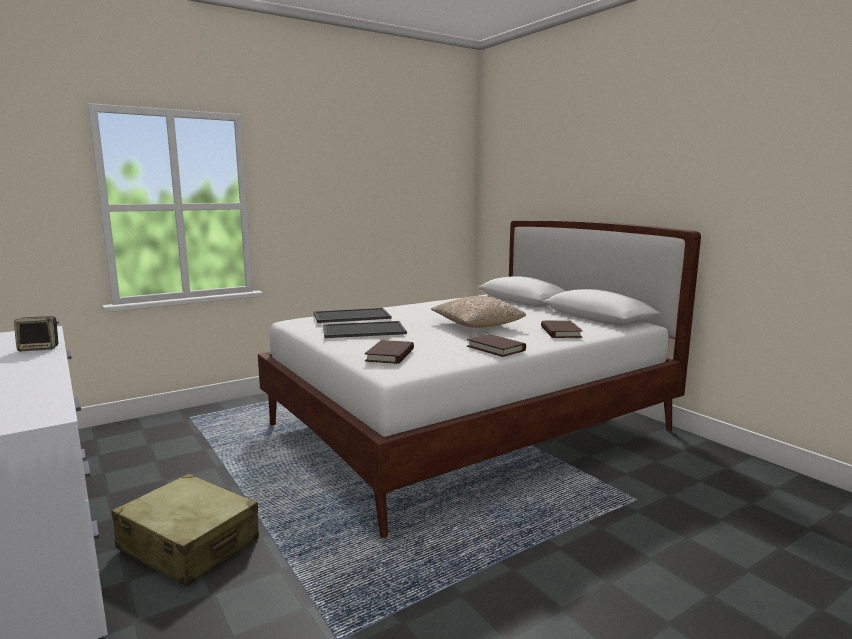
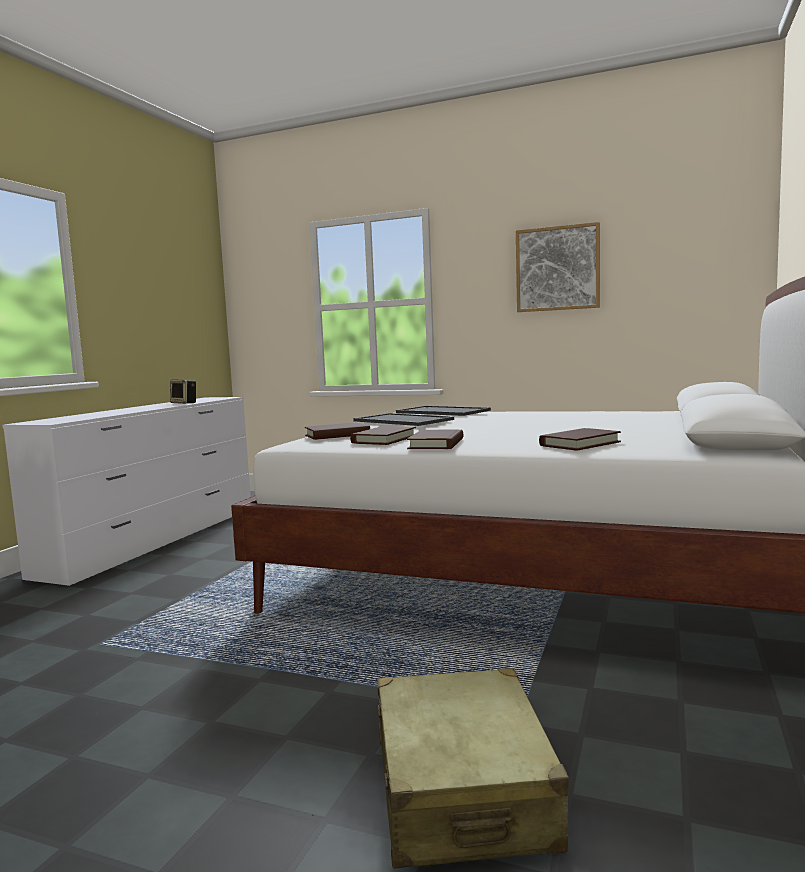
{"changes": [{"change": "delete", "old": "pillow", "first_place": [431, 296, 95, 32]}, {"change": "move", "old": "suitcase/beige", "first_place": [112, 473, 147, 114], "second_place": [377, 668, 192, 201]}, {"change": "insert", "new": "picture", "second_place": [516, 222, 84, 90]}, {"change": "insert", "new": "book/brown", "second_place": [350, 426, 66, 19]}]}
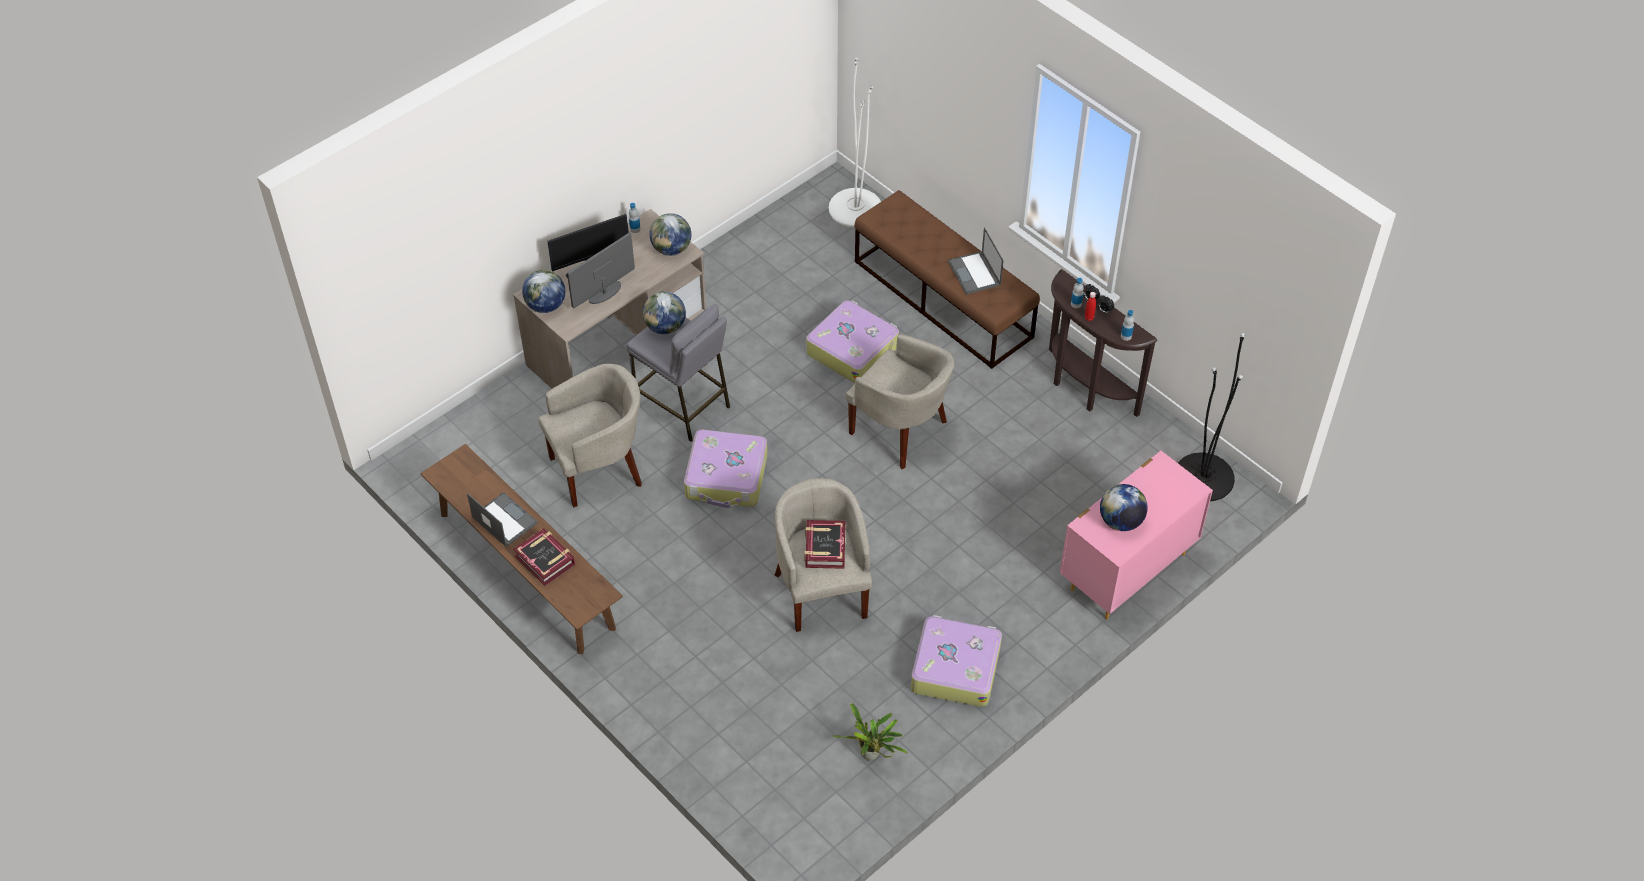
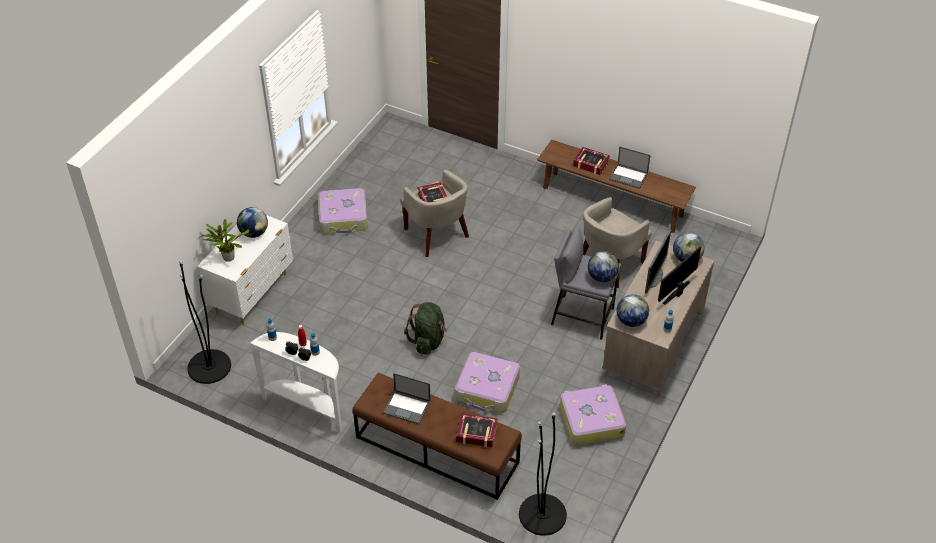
{"changes": [{"change": "recolor", "old": "floor lamp/white", "new": "floor lamp/black", "first_place": [829, 57, 52, 170], "second_place": [519, 413, 48, 123]}, {"change": "rotate", "old": "laptop", "first_place": [948, 228, 56, 67], "second_place": [383, 373, 48, 51], "degrees": 150}, {"change": "recolor", "old": "console table/brown", "new": "console table/white", "first_place": [1049, 269, 109, 148], "second_place": [249, 332, 93, 101]}, {"change": "replace", "old": "armchair/beige", "new": "backpack/green", "first_place": [845, 334, 109, 135], "second_place": [404, 302, 43, 53]}, {"change": "move", "old": "suitcase", "first_place": [684, 429, 83, 79], "second_place": [560, 384, 66, 62]}, {"change": "recolor", "old": "dresser/pink", "new": "dresser/white", "first_place": [1060, 451, 153, 169], "second_place": [197, 215, 96, 110]}, {"change": "move", "old": "potted plant", "first_place": [833, 703, 75, 57], "second_place": [199, 219, 50, 43]}, {"change": "insert", "new": "book", "second_place": [456, 413, 41, 34]}]}
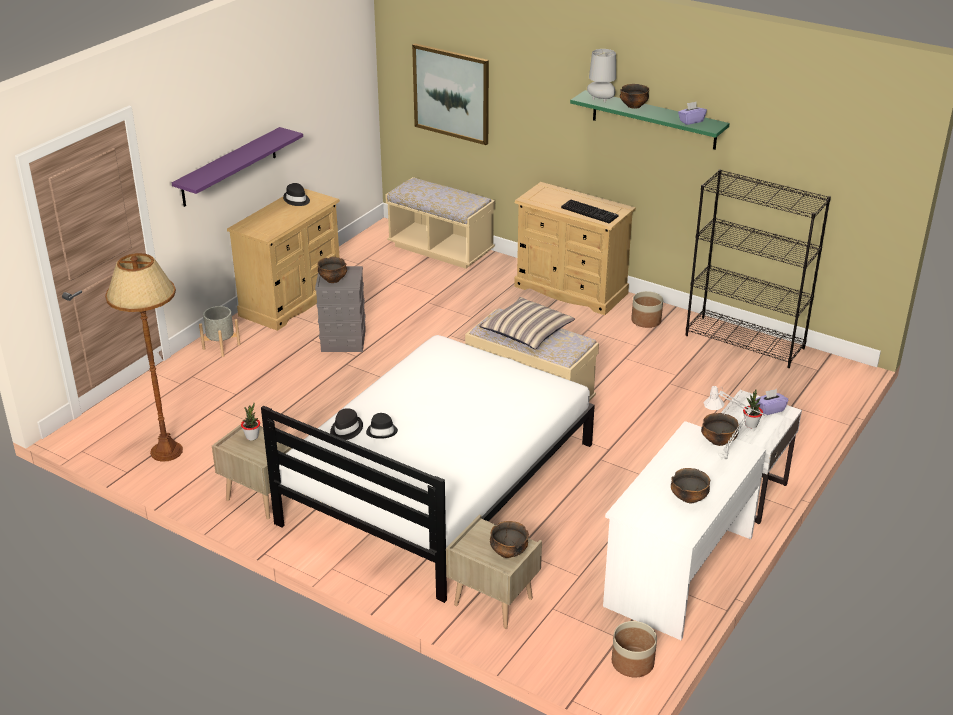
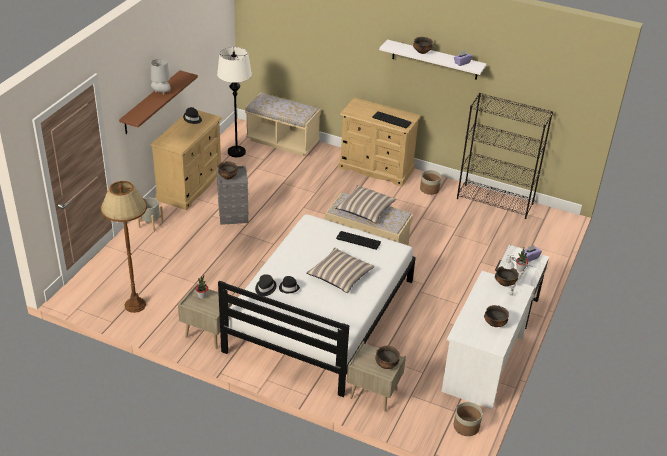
{"changes": [{"change": "delete", "old": "picture", "first_place": [412, 44, 77, 101]}, {"change": "move", "old": "table lamp/grey", "first_place": [587, 49, 29, 53], "second_place": [151, 59, 19, 36]}, {"change": "recolor", "old": "shelf/green", "new": "shelf/white", "first_place": [570, 90, 160, 59], "second_place": [379, 40, 108, 40]}, {"change": "recolor", "old": "shelf/purple", "new": "shelf/brown", "first_place": [172, 127, 131, 80], "second_place": [119, 70, 79, 64]}, {"change": "insert", "new": "floor lamp/white", "second_place": [217, 47, 35, 110]}, {"change": "insert", "new": "keyboard", "second_place": [336, 231, 45, 19]}, {"change": "insert", "new": "pillow", "second_place": [306, 248, 68, 45]}]}
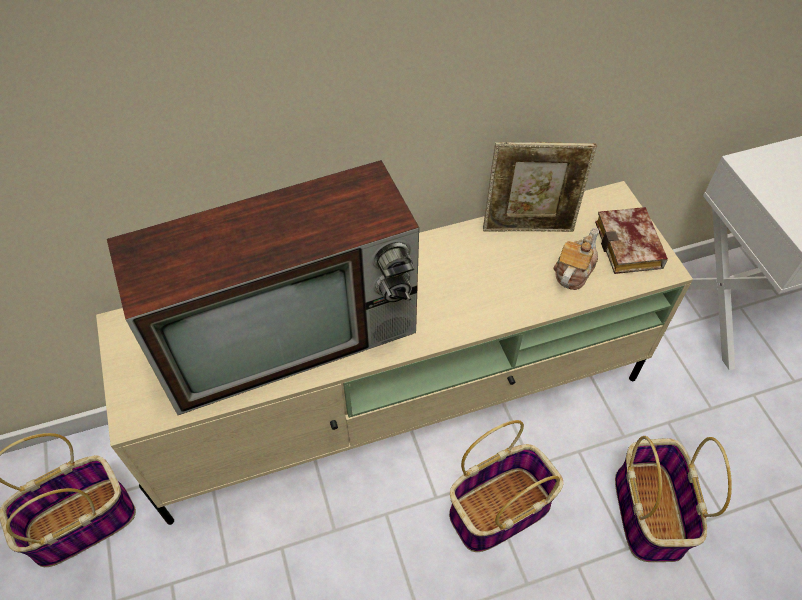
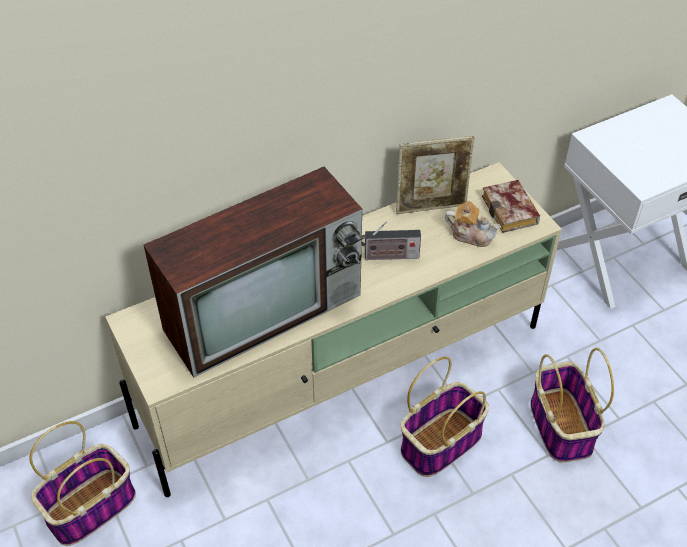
{"changes": [{"change": "rotate", "old": "teapot", "first_place": [553, 228, 46, 62], "second_place": [445, 201, 56, 46], "degrees": 90}, {"change": "insert", "new": "radio", "second_place": [362, 222, 59, 38]}]}
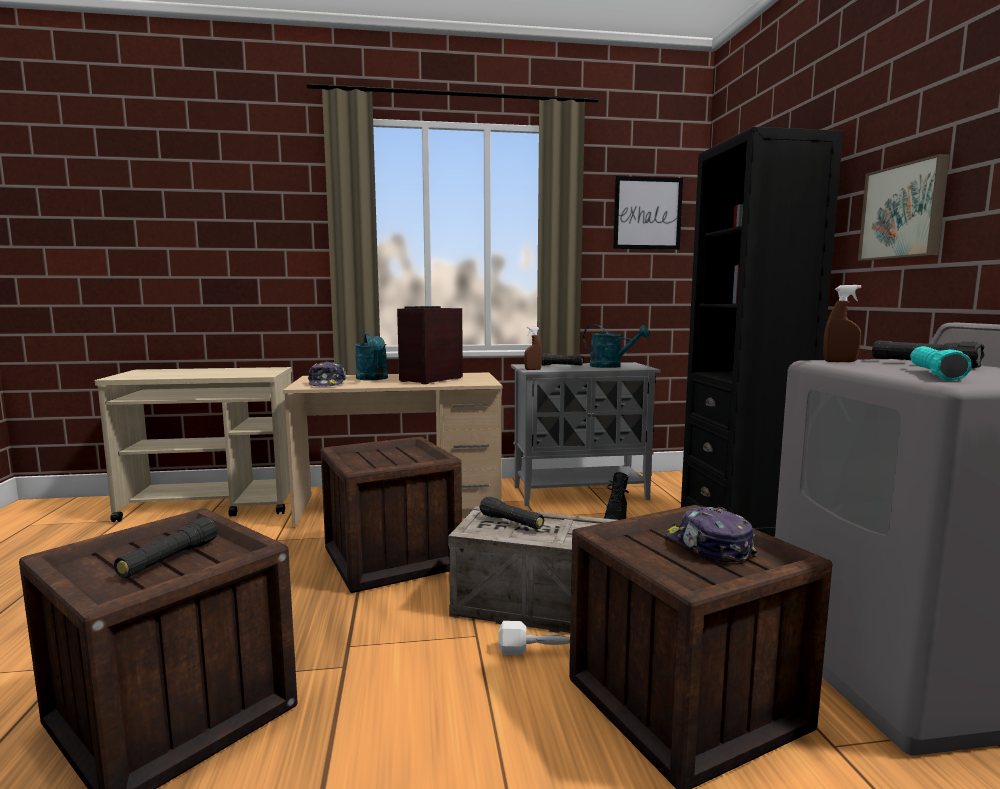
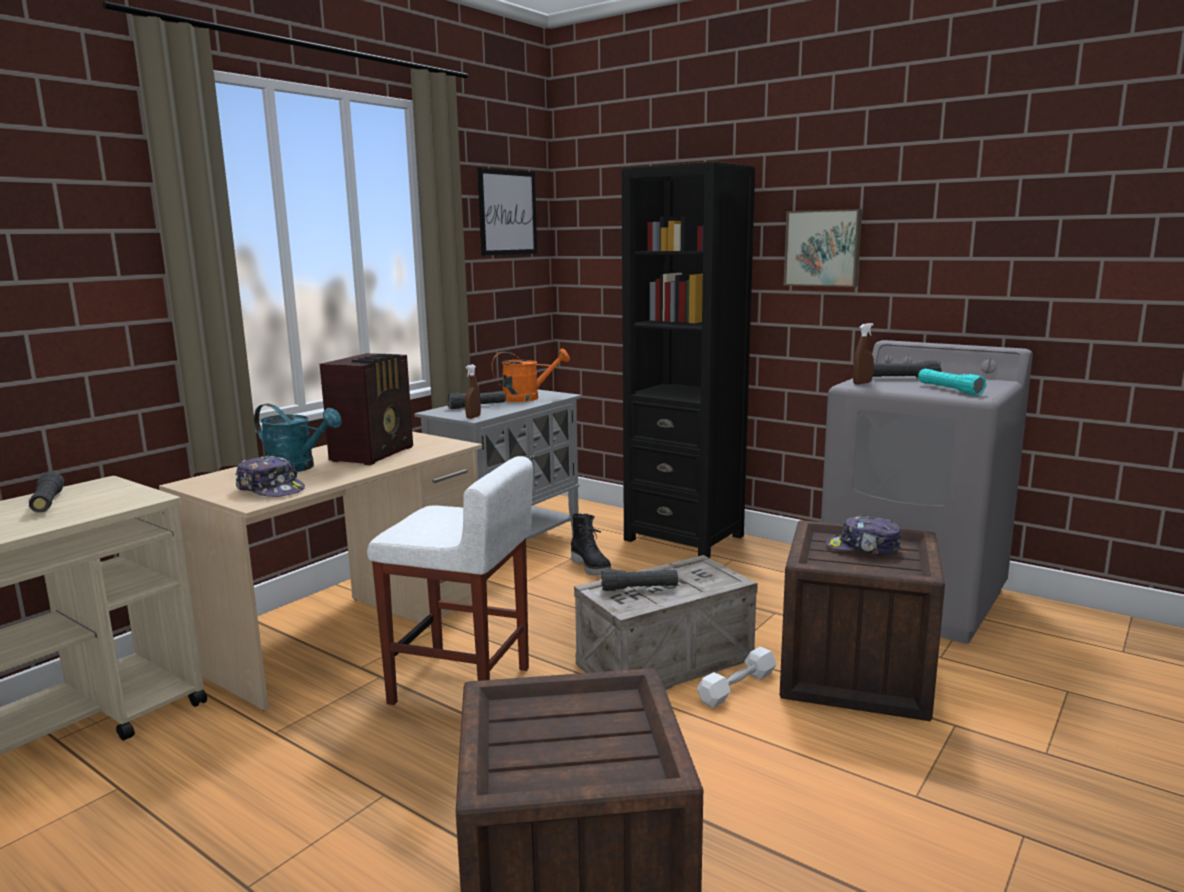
{"changes": [{"change": "rotate", "old": "radio", "first_place": [397, 306, 66, 78], "second_place": [320, 353, 93, 112], "degrees": -150}, {"change": "recolor", "old": "watering can/turquoise", "new": "watering can/orange", "first_place": [583, 324, 67, 44], "second_place": [492, 348, 78, 54]}, {"change": "replace", "old": "crate", "new": "stool/white", "first_place": [321, 437, 141, 156], "second_place": [367, 456, 166, 249]}, {"change": "move", "old": "flashlight/black", "first_place": [114, 517, 104, 61], "second_place": [29, 471, 35, 41]}]}
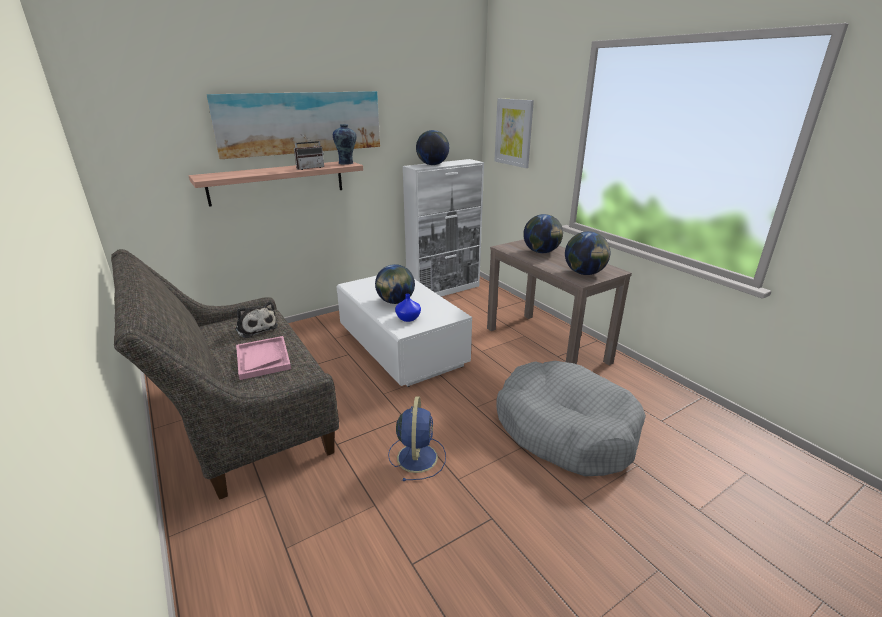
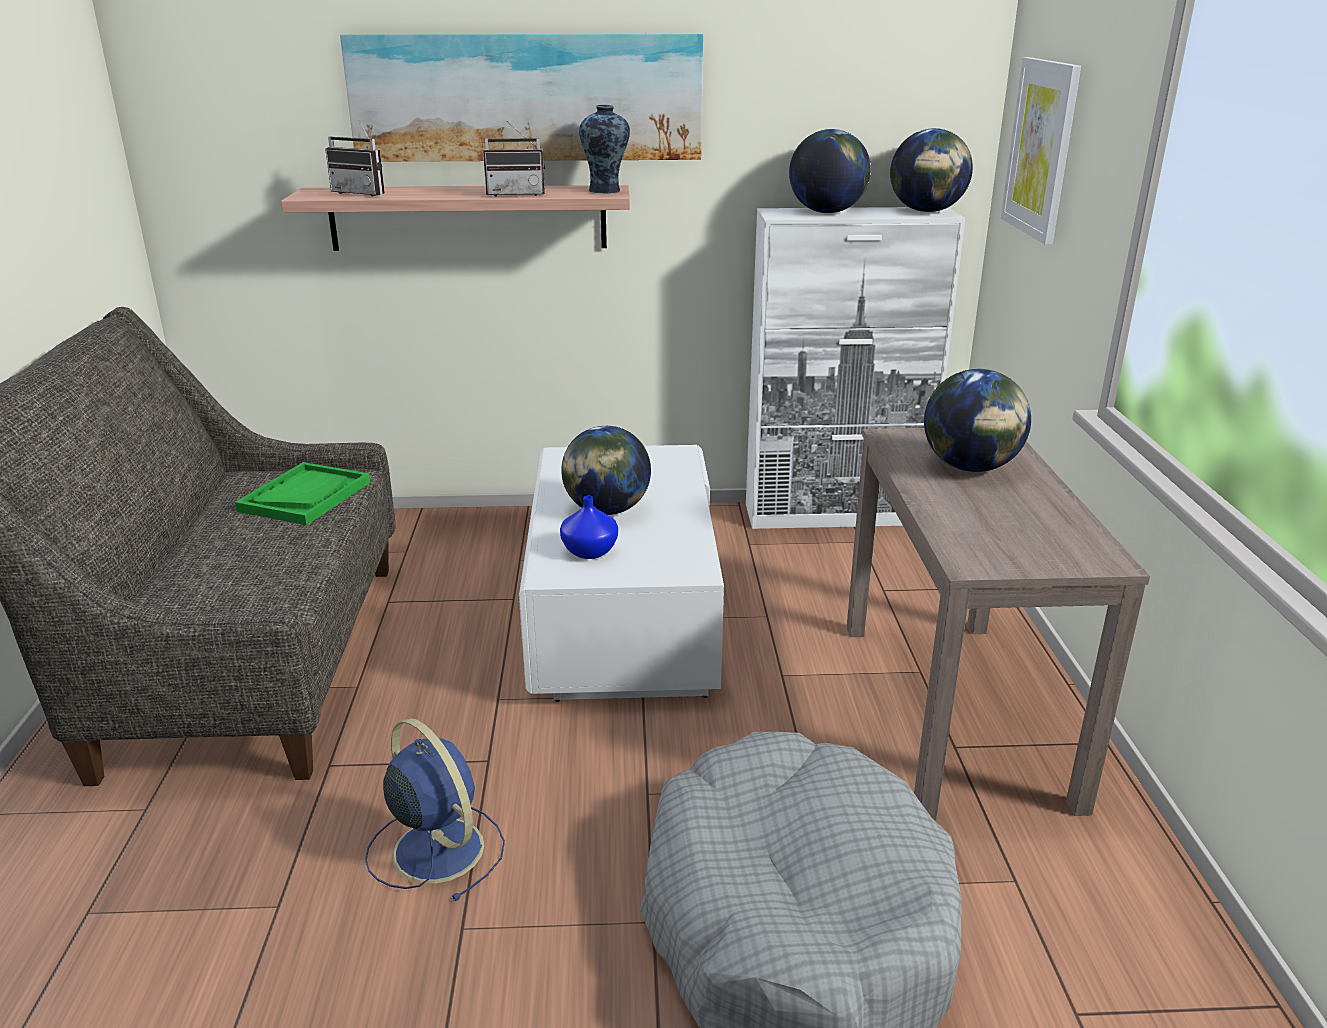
{"changes": [{"change": "move", "old": "globe", "first_place": [565, 231, 45, 44], "second_place": [890, 128, 83, 84]}, {"change": "replace", "old": "plush toy", "new": "tray/green", "first_place": [235, 302, 43, 36], "second_place": [235, 462, 135, 63]}, {"change": "delete", "old": "tray/pink", "first_place": [236, 336, 55, 44]}, {"change": "rotate", "old": "fan/blue", "first_place": [388, 396, 58, 85], "second_place": [365, 718, 140, 183], "degrees": -75}, {"change": "insert", "new": "radio", "second_place": [325, 120, 60, 76]}]}
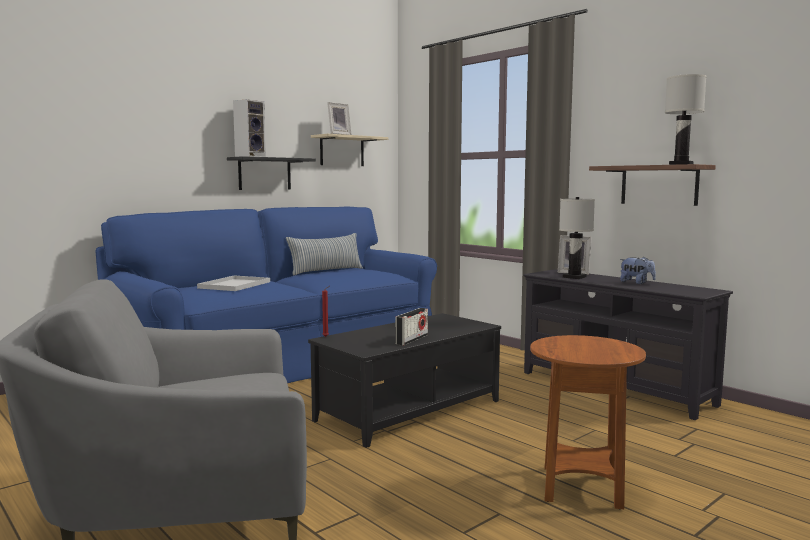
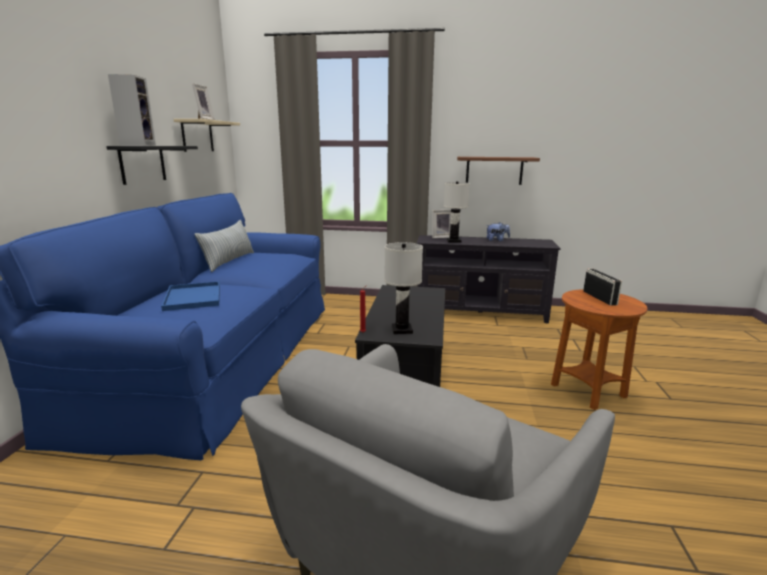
{"changes": [{"change": "move", "old": "table lamp/white", "first_place": [665, 74, 41, 91], "second_place": [384, 242, 39, 92]}, {"change": "recolor", "old": "tray/white", "new": "tray/blue", "first_place": [197, 275, 73, 16], "second_place": [161, 281, 59, 30]}, {"change": "move", "old": "radio", "first_place": [395, 308, 33, 38], "second_place": [583, 269, 39, 37]}]}
